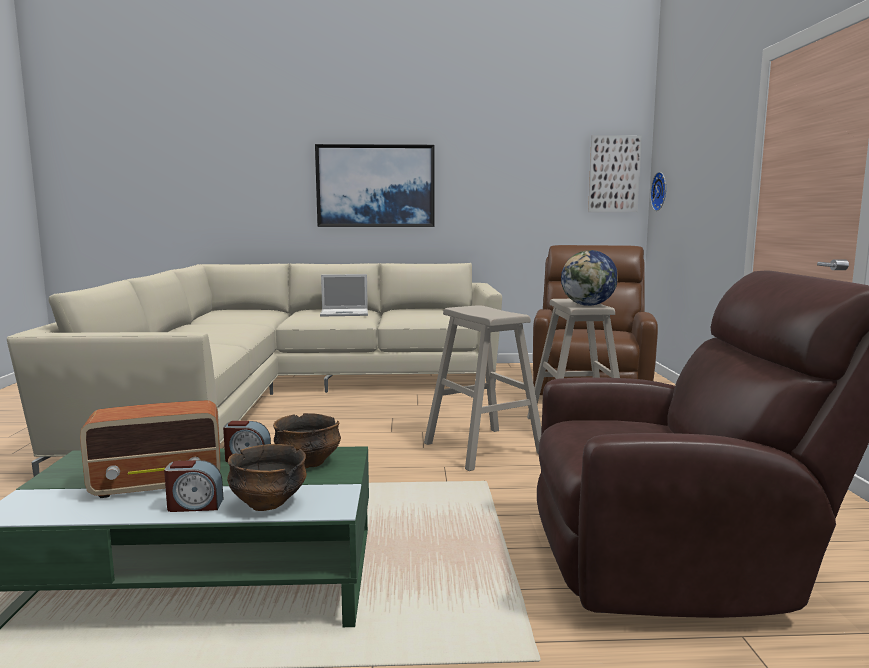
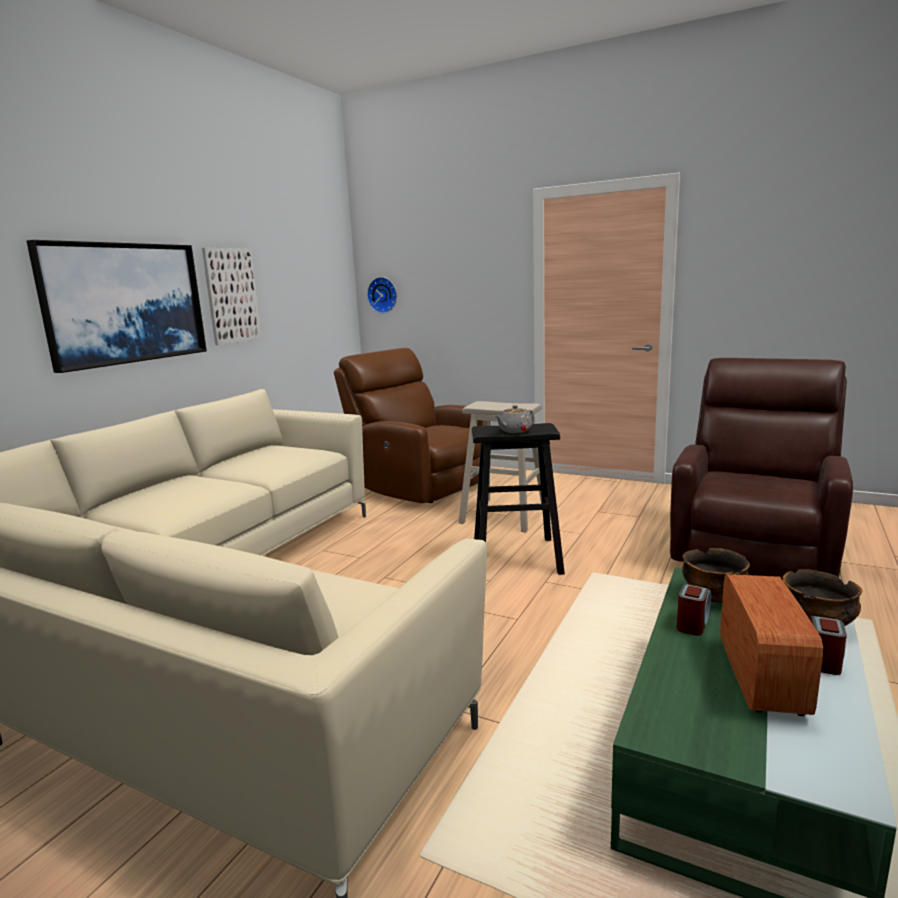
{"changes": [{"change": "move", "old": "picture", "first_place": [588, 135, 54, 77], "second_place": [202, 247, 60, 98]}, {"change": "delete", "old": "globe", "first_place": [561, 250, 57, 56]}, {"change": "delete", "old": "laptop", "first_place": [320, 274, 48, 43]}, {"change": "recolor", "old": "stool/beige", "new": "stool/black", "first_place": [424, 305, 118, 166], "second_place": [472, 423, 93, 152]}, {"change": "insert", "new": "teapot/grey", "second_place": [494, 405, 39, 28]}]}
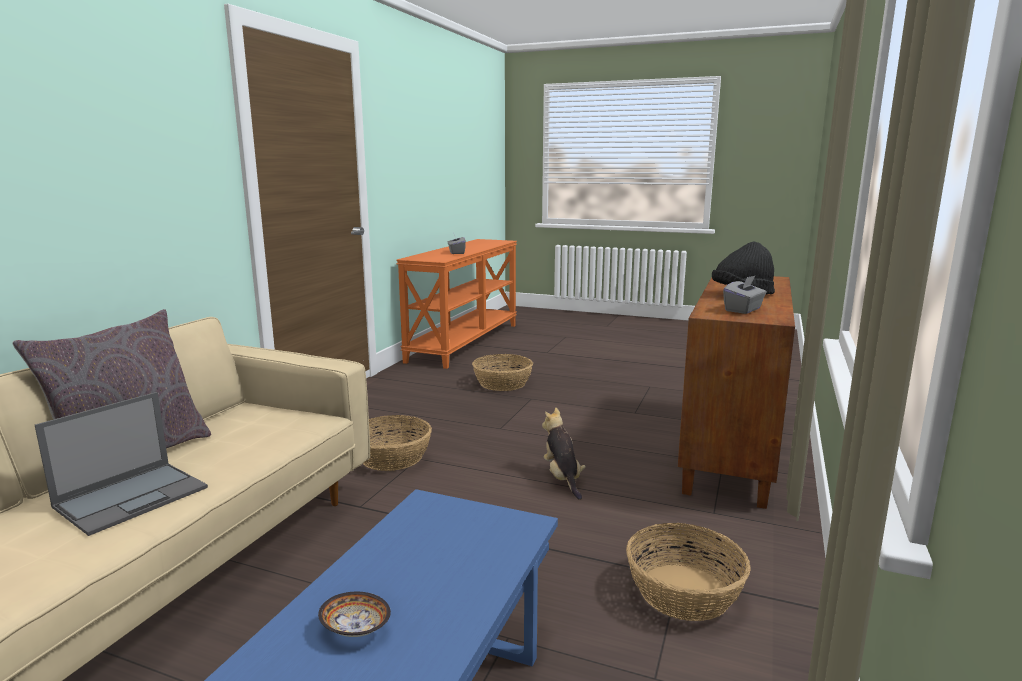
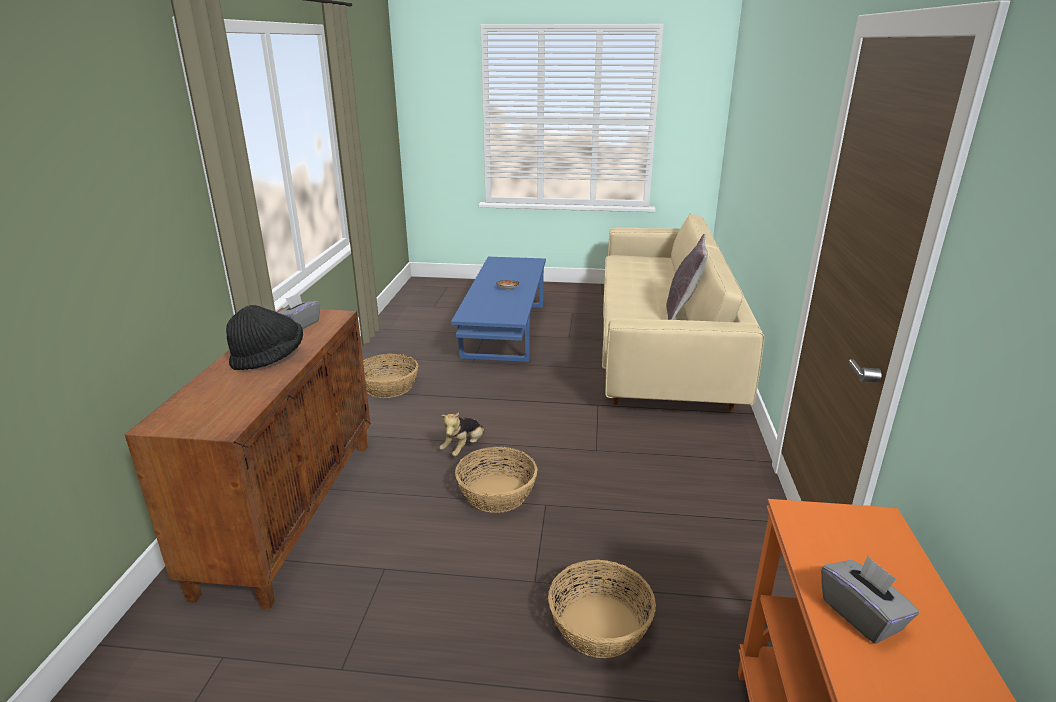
{"changes": [{"change": "delete", "old": "laptop", "first_place": [35, 392, 173, 144]}, {"change": "rotate", "old": "plush toy", "first_place": [542, 408, 44, 92], "second_place": [440, 413, 45, 43], "degrees": 60}, {"change": "move", "old": "basket", "first_place": [363, 415, 69, 56], "second_place": [455, 447, 83, 66]}]}
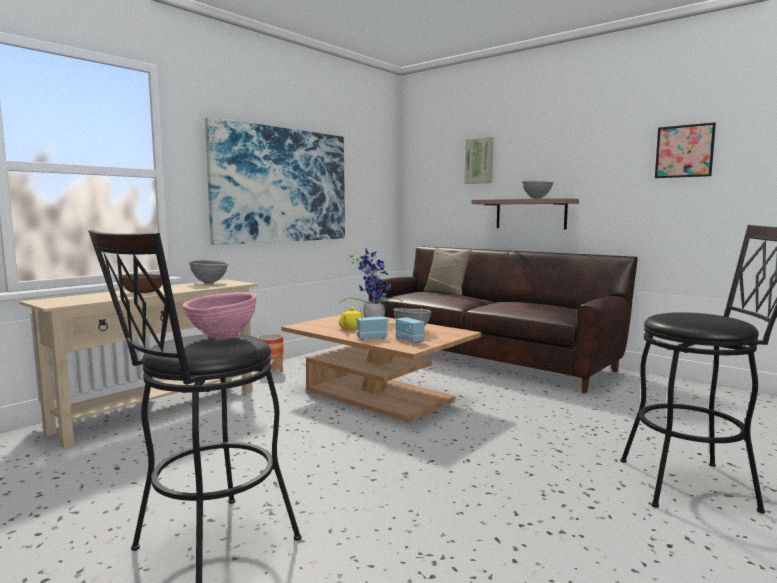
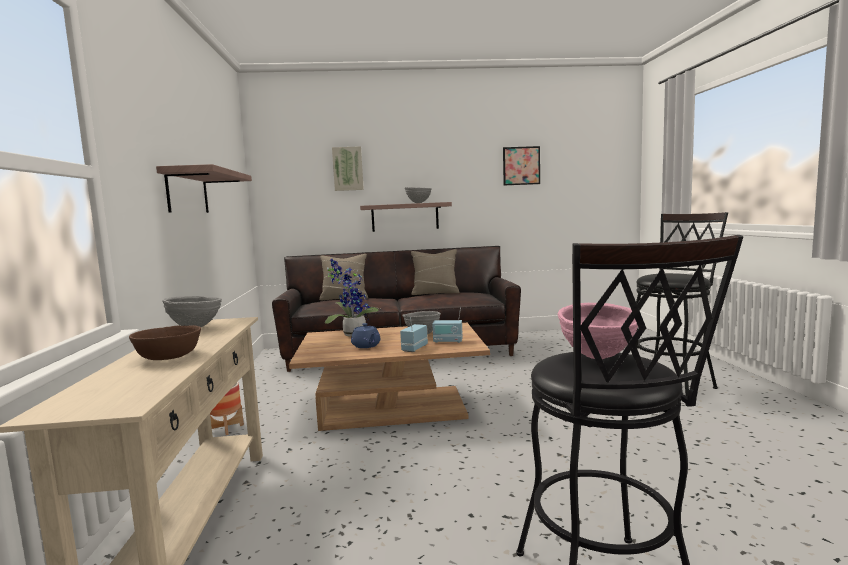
{"changes": [{"change": "replace", "old": "picture", "new": "shelf", "first_place": [205, 117, 140, 128], "second_place": [156, 164, 96, 49]}, {"change": "recolor", "old": "teapot/yellow", "new": "teapot/blue", "first_place": [339, 308, 25, 22], "second_place": [351, 323, 29, 25]}, {"change": "insert", "new": "pillow/beige", "second_place": [411, 249, 49, 46]}]}
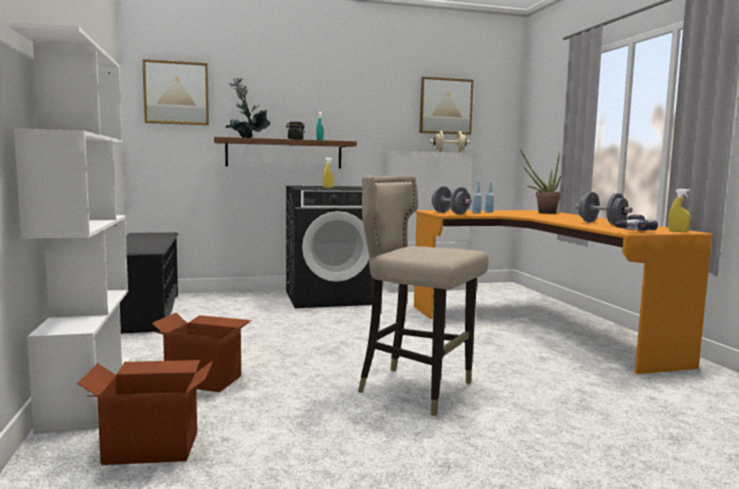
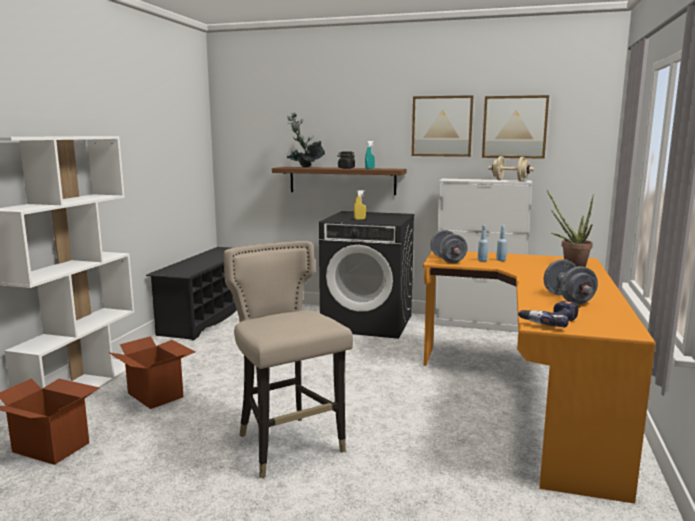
{"changes": [{"change": "move", "old": "picture", "first_place": [143, 59, 66, 66], "second_place": [412, 95, 61, 62]}, {"change": "delete", "old": "spray bottle/yellow", "first_place": [668, 189, 22, 43]}]}
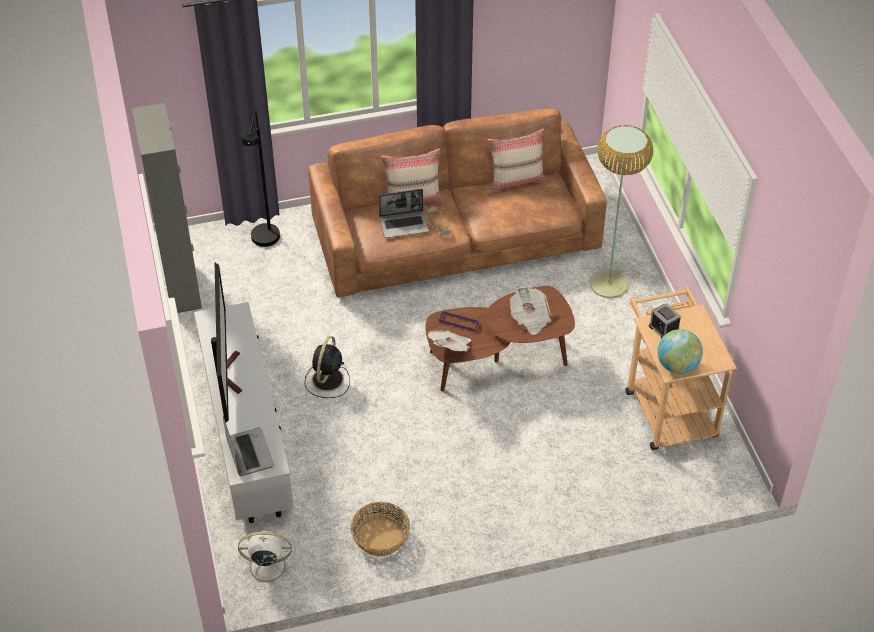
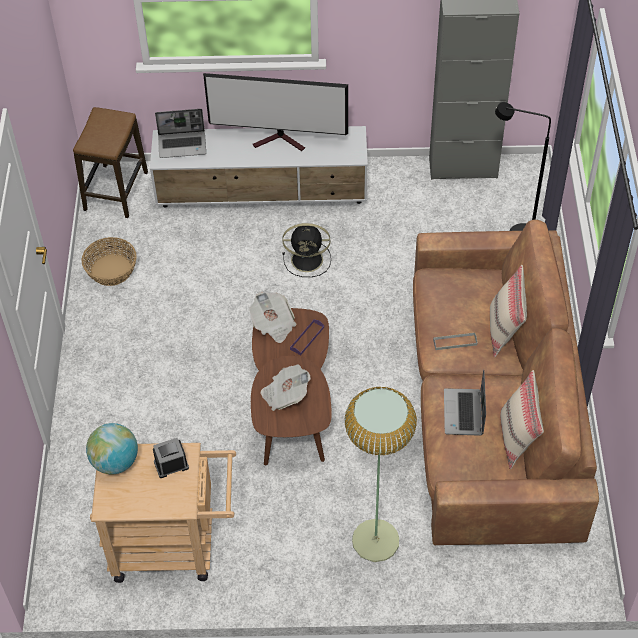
{"changes": [{"change": "move", "old": "laptop", "first_place": [379, 189, 50, 49], "second_place": [444, 370, 42, 66]}, {"change": "rotate", "old": "fan/black", "first_place": [305, 336, 45, 62], "second_place": [282, 223, 49, 54], "degrees": 150}, {"change": "replace", "old": "fan/white", "new": "stool", "first_place": [238, 531, 57, 58], "second_place": [73, 107, 75, 111]}]}
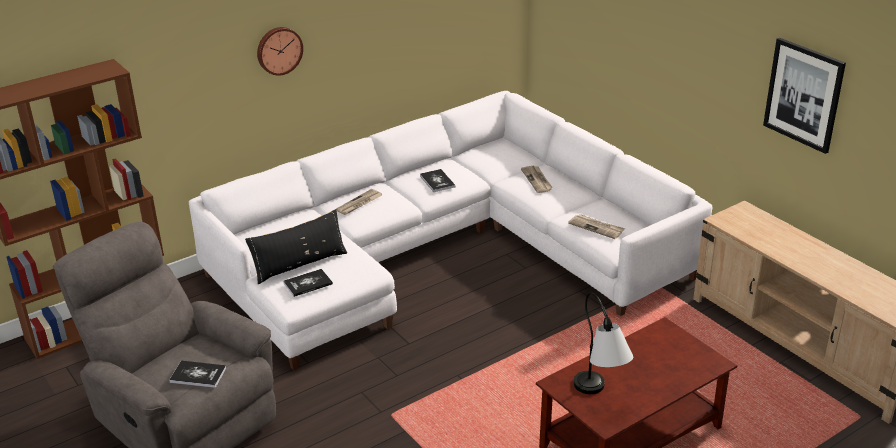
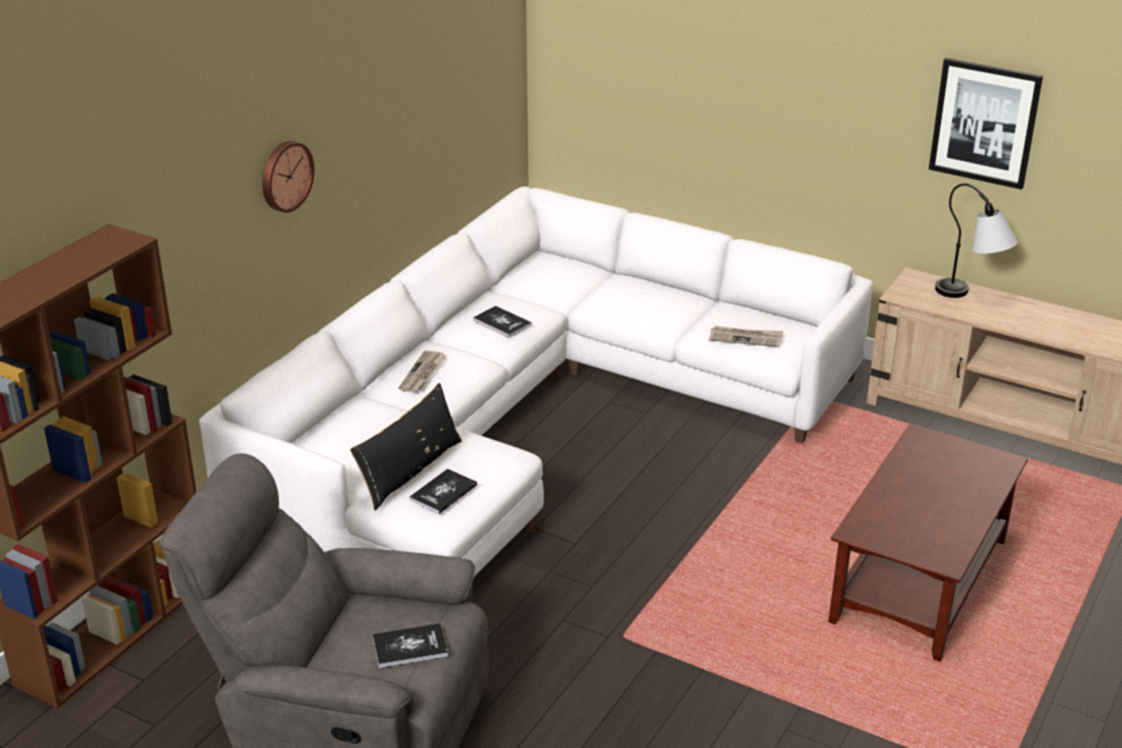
{"changes": [{"change": "delete", "old": "newspaper", "first_place": [521, 166, 32, 27]}, {"change": "move", "old": "table lamp", "first_place": [574, 293, 59, 101], "second_place": [935, 184, 83, 114]}]}
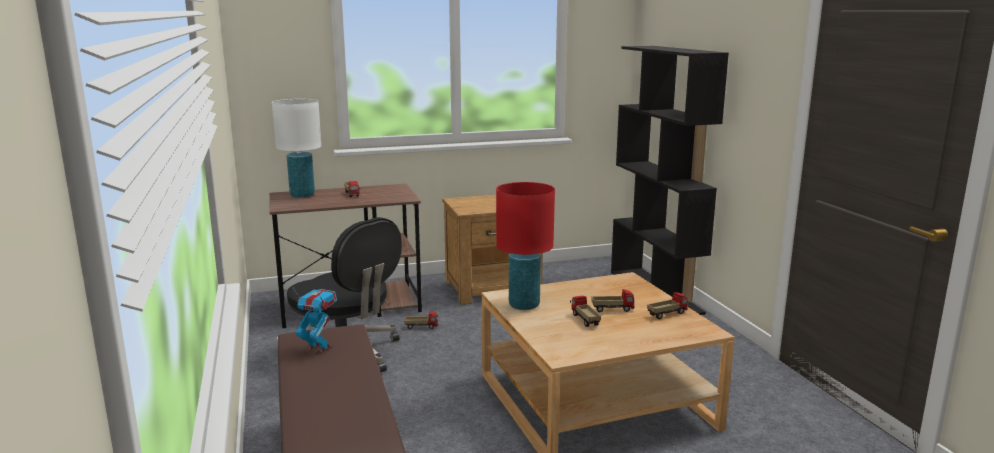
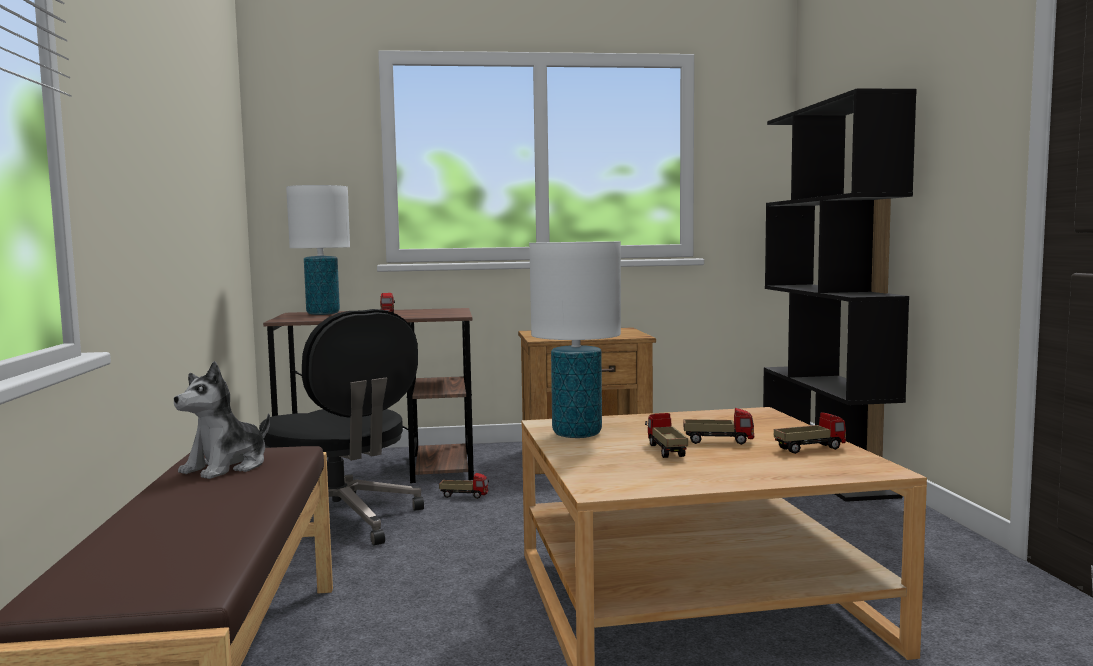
{"changes": [{"change": "recolor", "old": "table lamp/red", "new": "table lamp/white", "first_place": [496, 182, 59, 128], "second_place": [529, 241, 92, 197]}, {"change": "replace", "old": "toy robot", "new": "plush toy", "first_place": [293, 288, 44, 66], "second_place": [174, 361, 96, 118]}]}
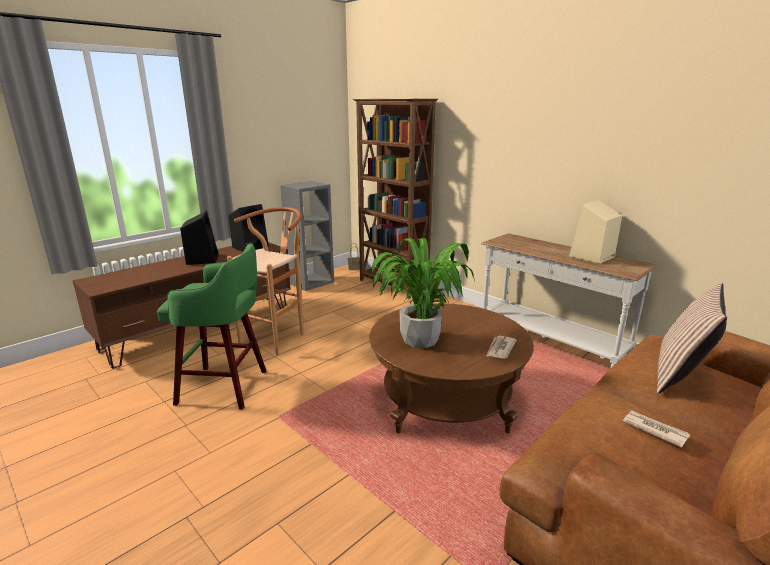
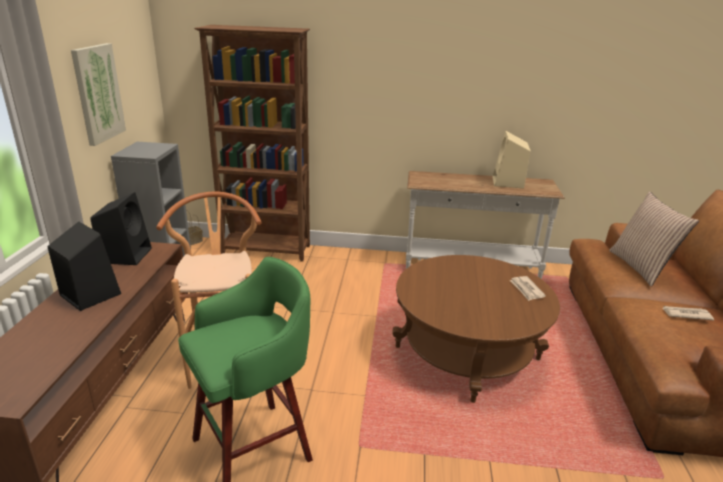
{"changes": [{"change": "delete", "old": "potted plant", "first_place": [371, 238, 104, 110]}, {"change": "insert", "new": "picture", "second_place": [71, 43, 55, 103]}]}
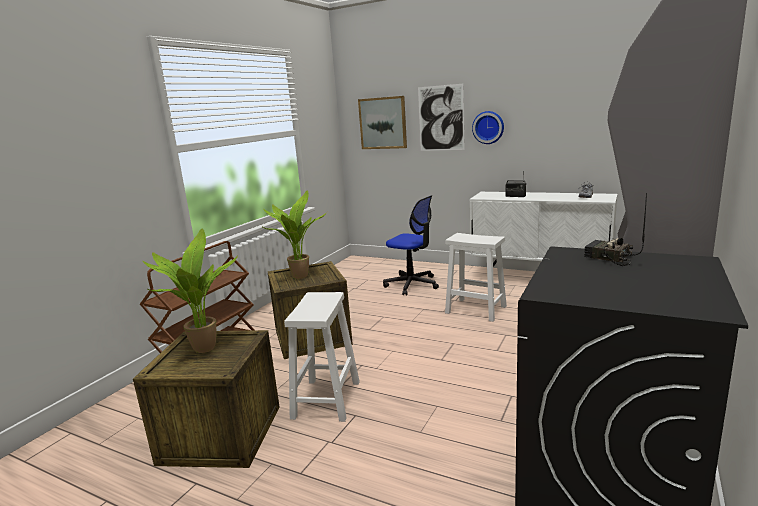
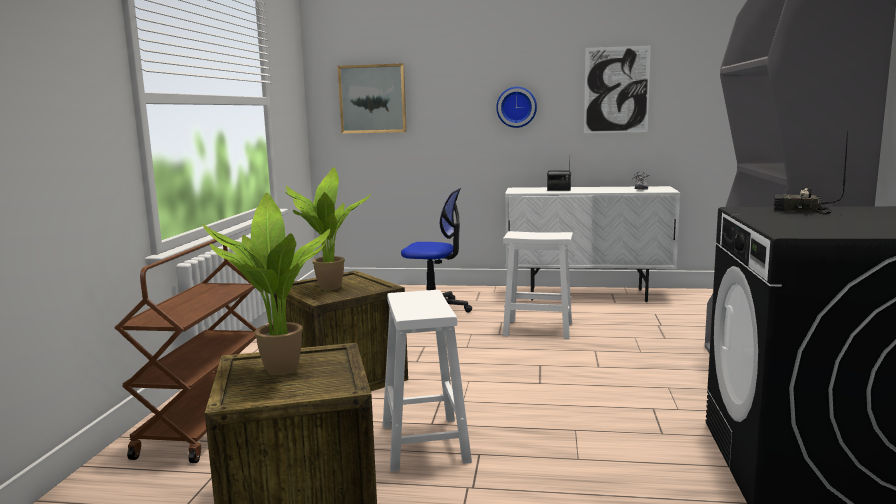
{"changes": [{"change": "move", "old": "picture", "first_place": [418, 84, 47, 67], "second_place": [584, 46, 67, 87]}]}
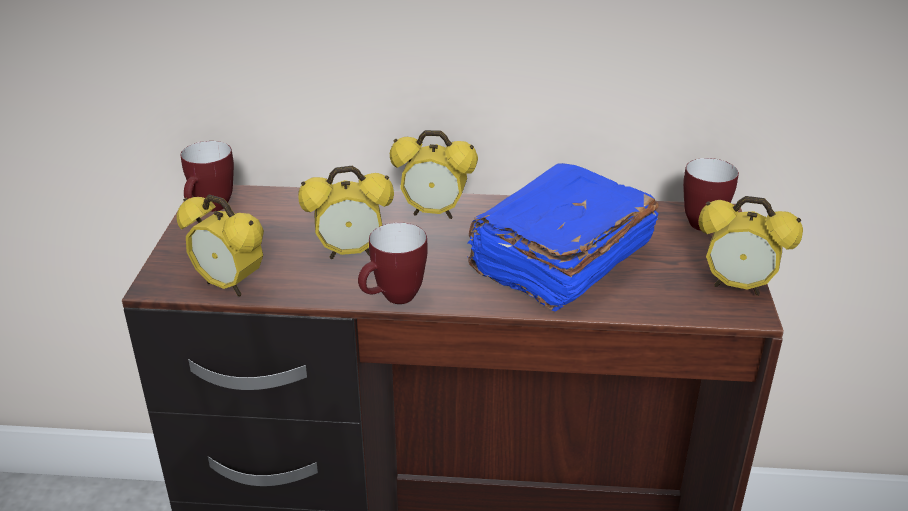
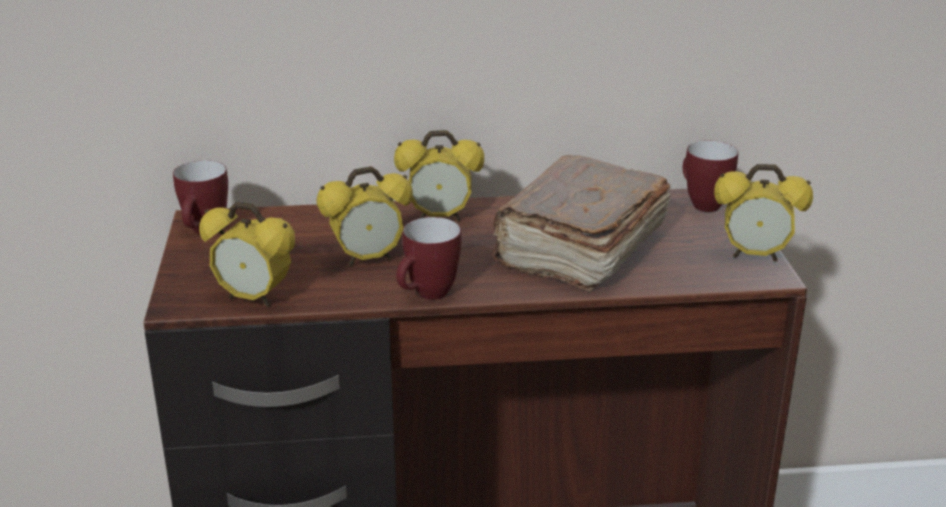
{"changes": [{"change": "recolor", "old": "book/blue", "new": "book/brown", "first_place": [468, 163, 191, 149], "second_place": [492, 155, 179, 137]}]}
